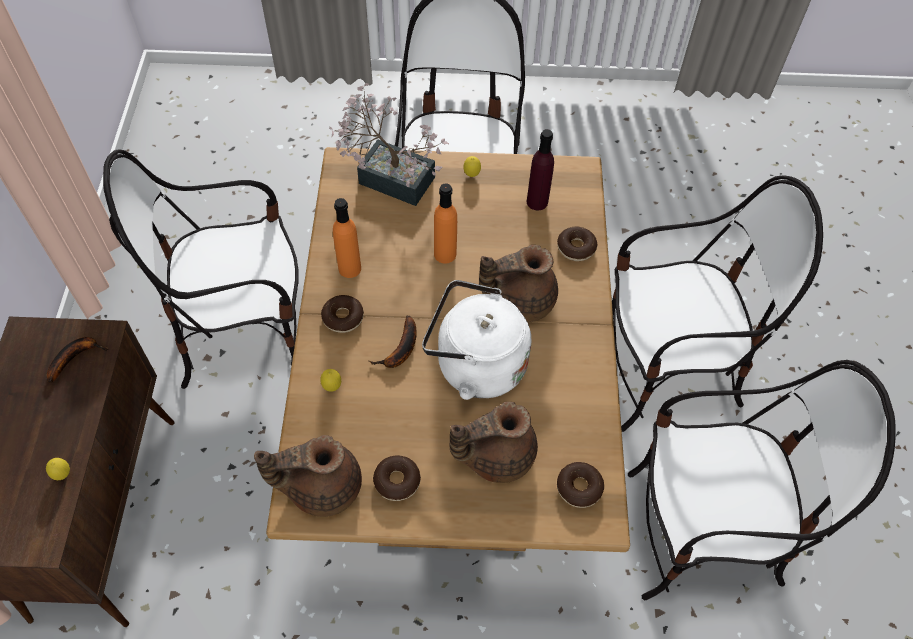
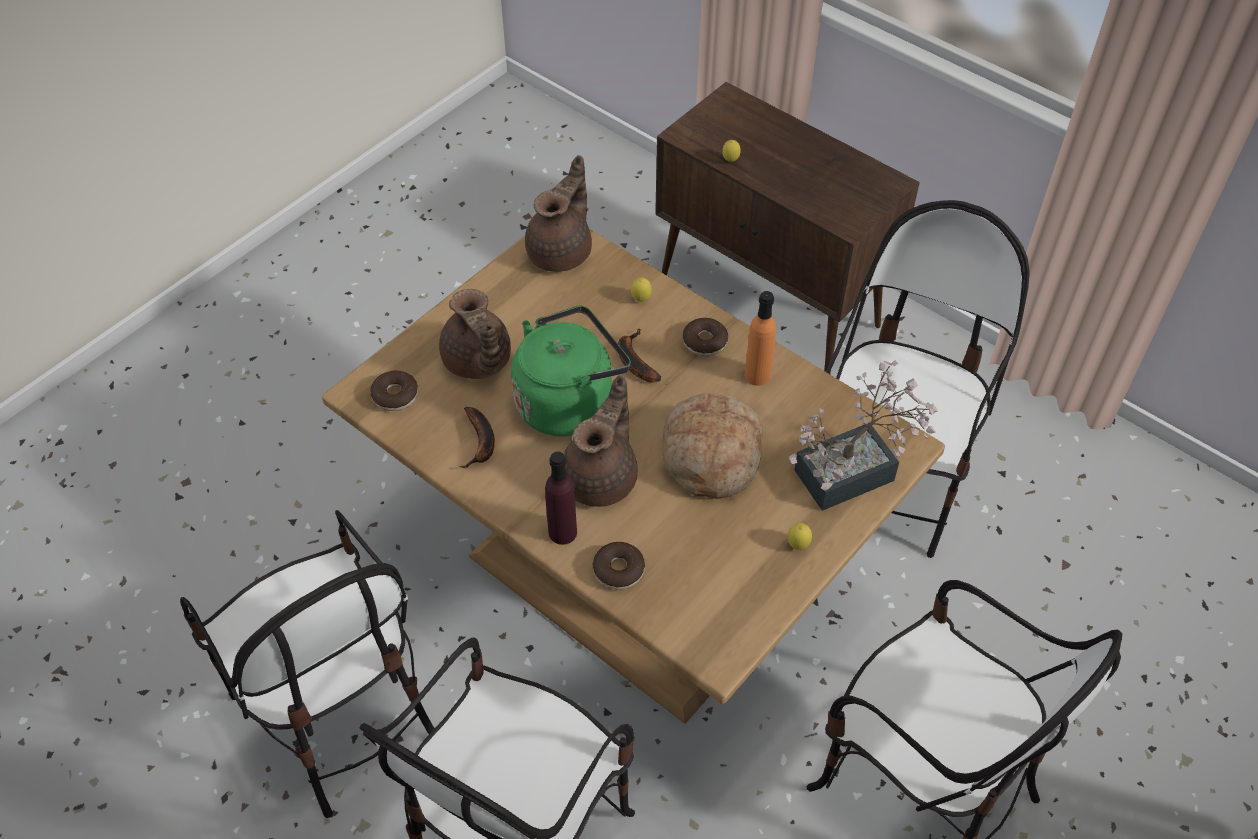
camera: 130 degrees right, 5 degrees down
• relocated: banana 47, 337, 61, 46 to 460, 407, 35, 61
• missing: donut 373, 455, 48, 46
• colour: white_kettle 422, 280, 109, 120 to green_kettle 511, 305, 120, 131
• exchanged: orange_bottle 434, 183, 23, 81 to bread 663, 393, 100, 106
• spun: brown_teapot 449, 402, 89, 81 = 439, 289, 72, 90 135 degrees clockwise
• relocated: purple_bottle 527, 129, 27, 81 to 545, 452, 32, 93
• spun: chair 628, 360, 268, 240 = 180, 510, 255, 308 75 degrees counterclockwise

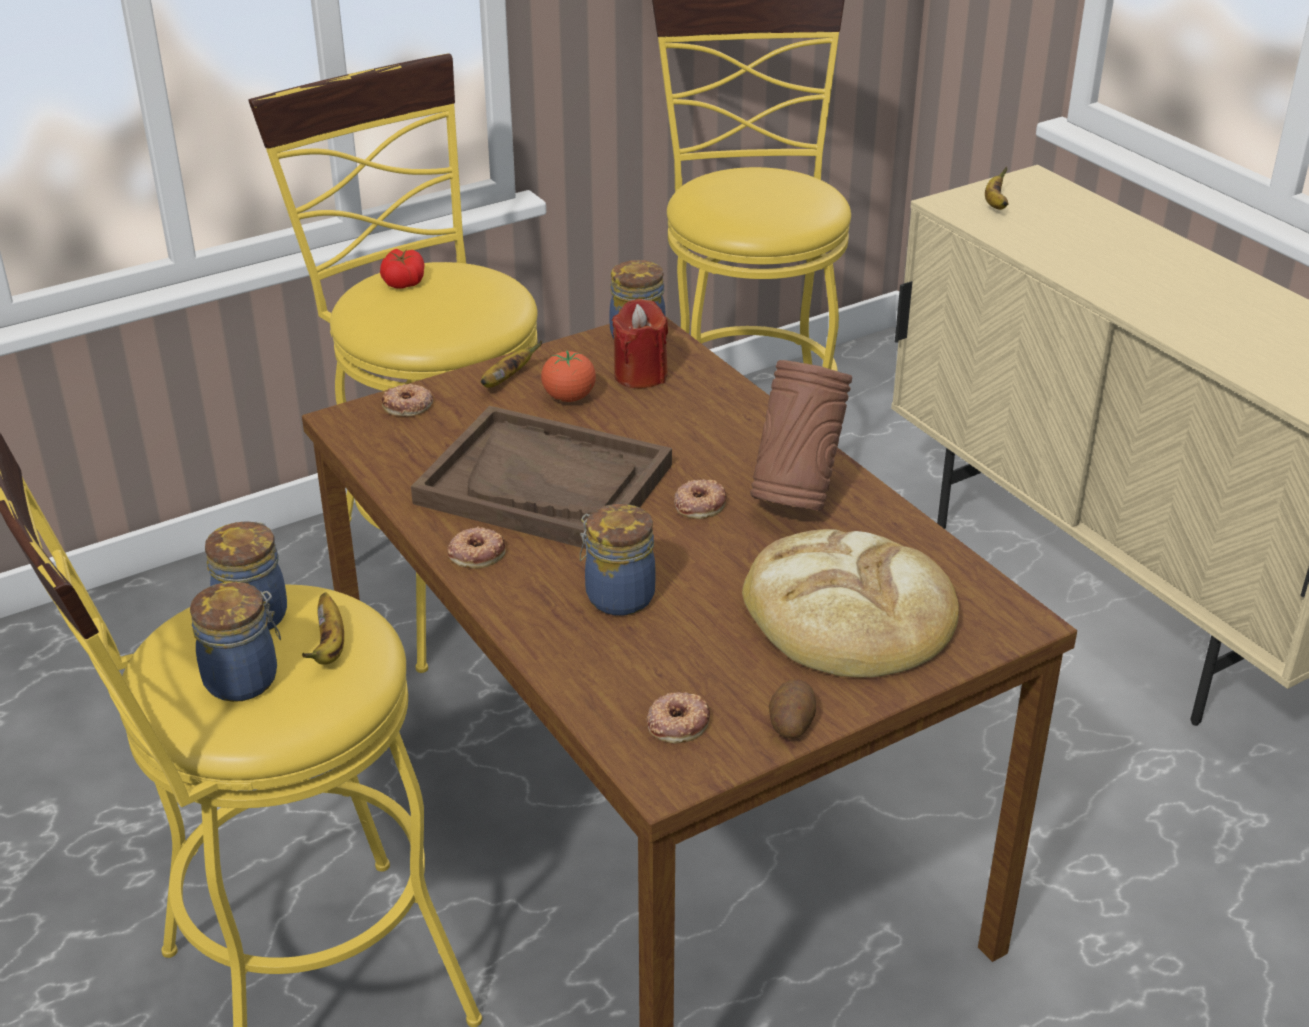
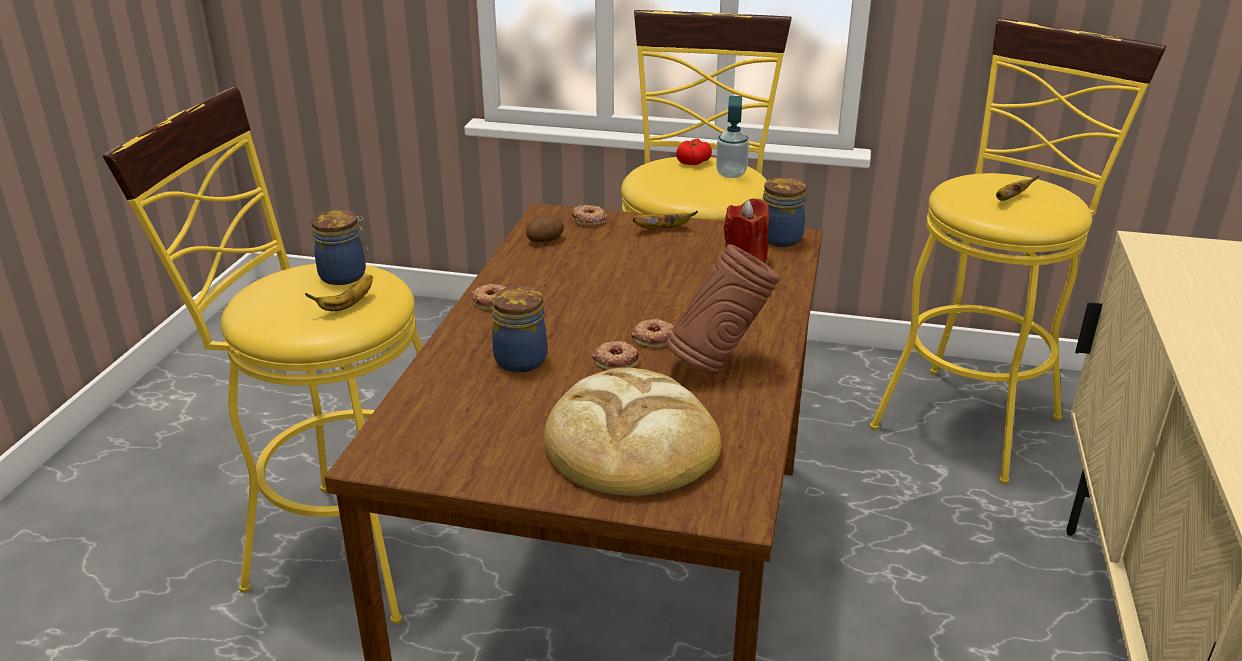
camera: 45 degrees right, 5 degrees down
• missing: jar 190, 582, 91, 120
• missing: brown_tray 411, 406, 261, 143
• missing: tomato 541, 351, 55, 51
• relocated: donut 647, 692, 63, 52 to 592, 340, 47, 30
• relocated: potato 769, 680, 47, 58 to 526, 215, 38, 27
• relocated: banana 985, 167, 24, 43 to 996, 175, 43, 26
• appeared: soap_dispenser 716, 96, 33, 82

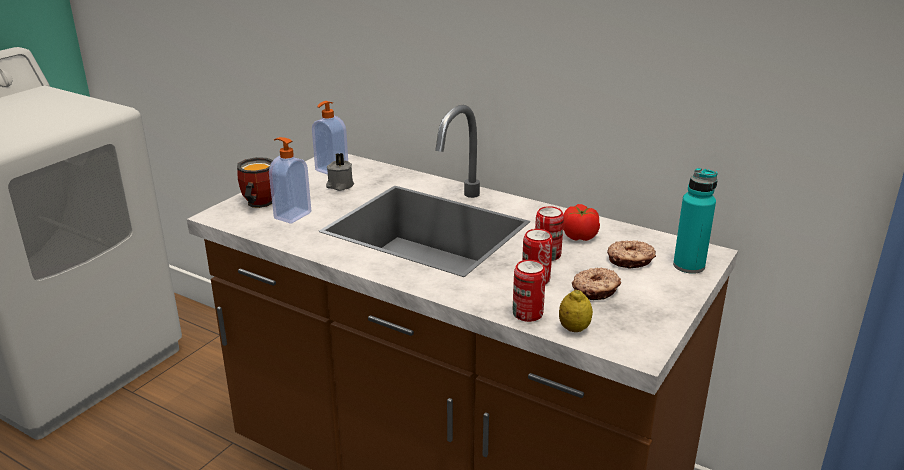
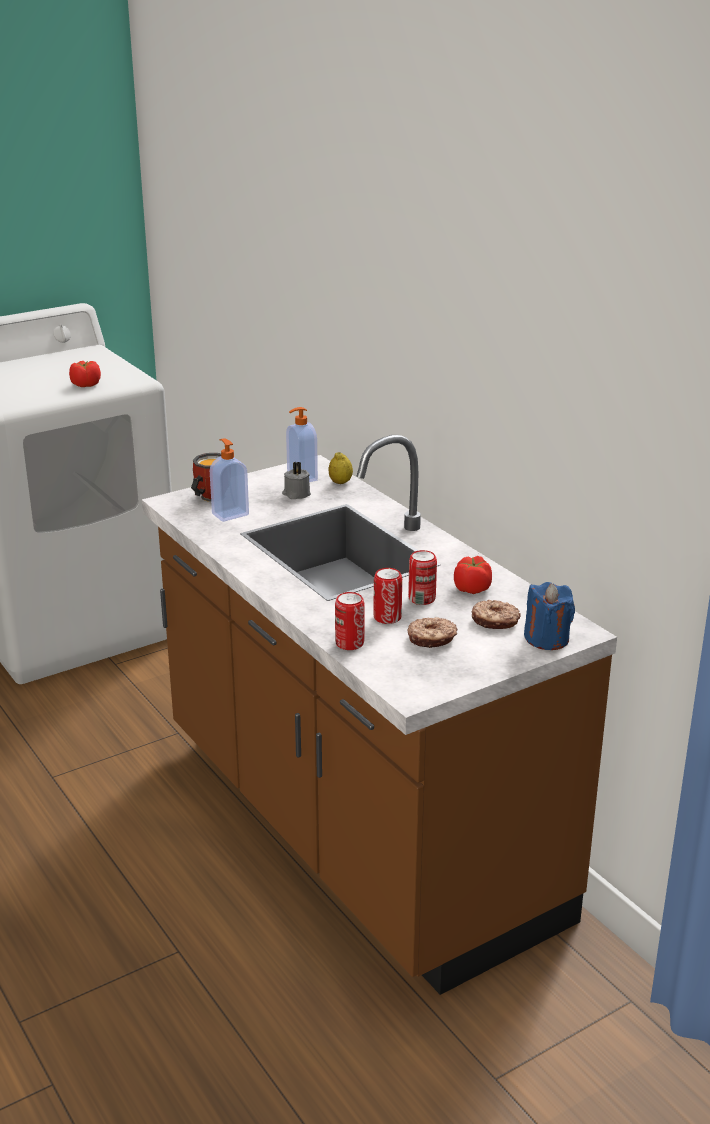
camera: 25 degrees right, 0 degrees up
• relocated: lemon 559, 290, 34, 42 to 328, 452, 25, 32
• exchanged: turquoise_bottle 673, 168, 44, 106 to blue_candle 524, 582, 51, 68
• appeared: tomato 69, 361, 32, 26

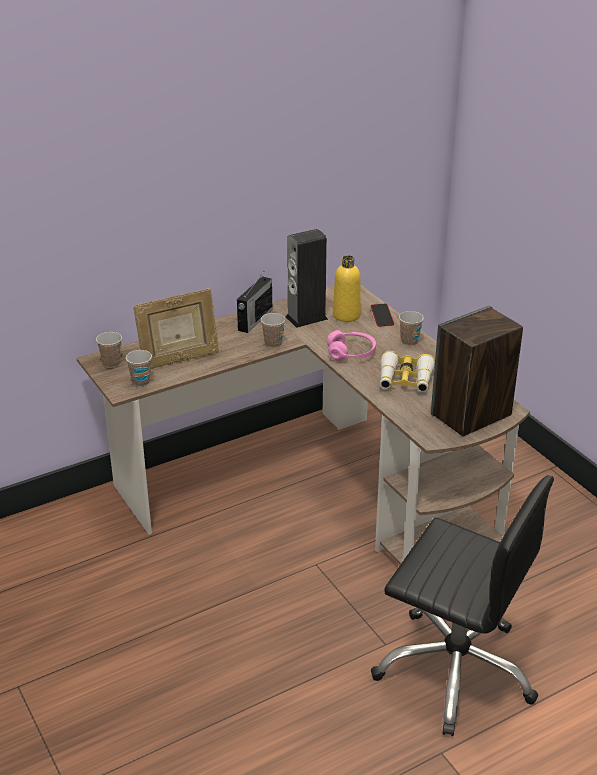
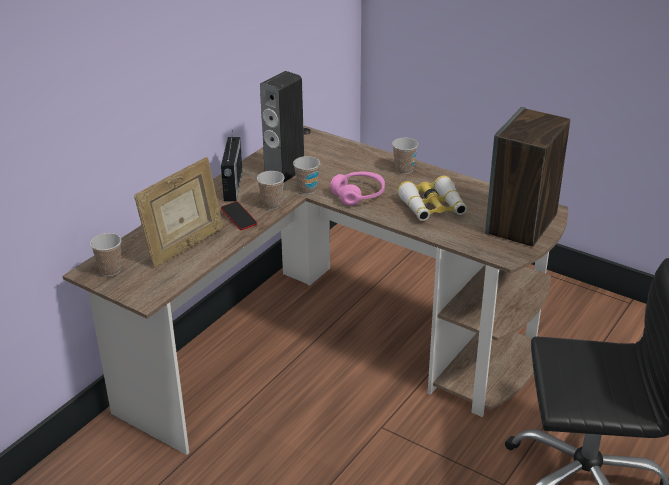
camera: 25 degrees left, 0 degrees up
• relocated: cup 126, 350, 26, 37 to 293, 156, 27, 38
• missing: yellow_bottle 333, 255, 28, 67
• relocated: phone 371, 304, 23, 23 to 221, 201, 36, 29

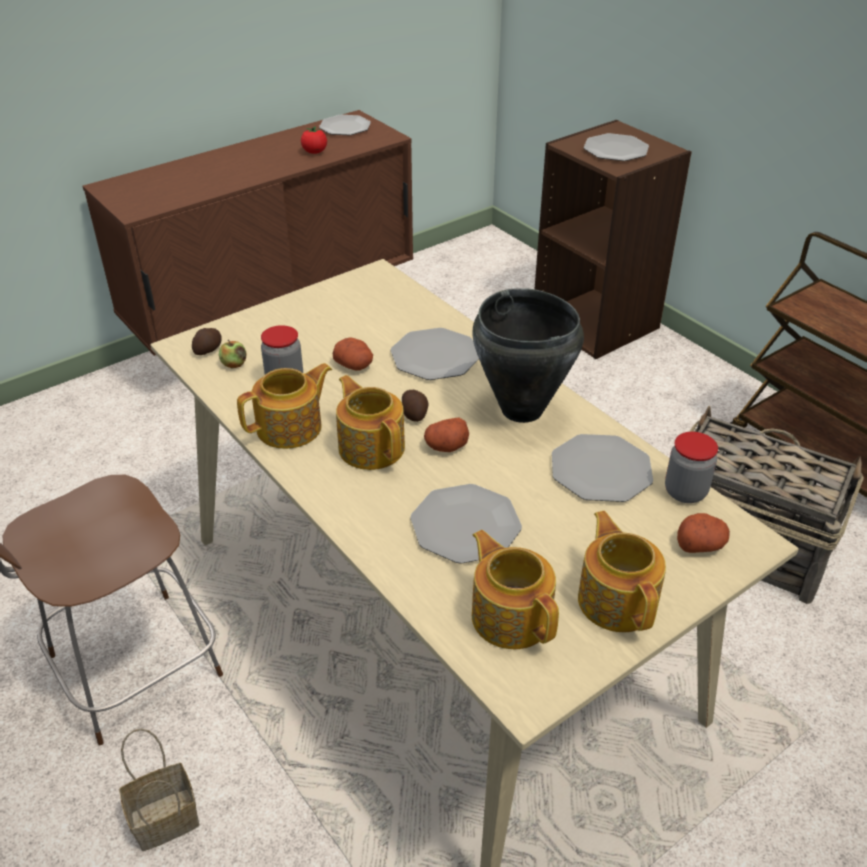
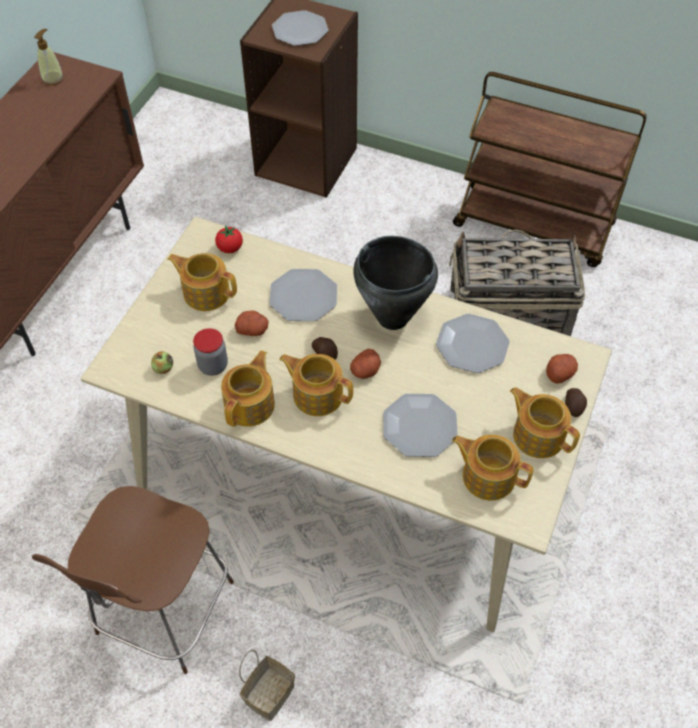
camera: 30 degrees left, 15 degrees up
• relocated: potato 192, 328, 30, 27 to 565, 388, 22, 29
• relocated: tomato 301, 126, 26, 28 to 215, 225, 28, 28
• exchanged: plate 319, 115, 52, 20 to soap_dispenser 34, 29, 30, 56
• missing: jar 665, 432, 53, 71
• appeared: teapot 168, 253, 69, 58

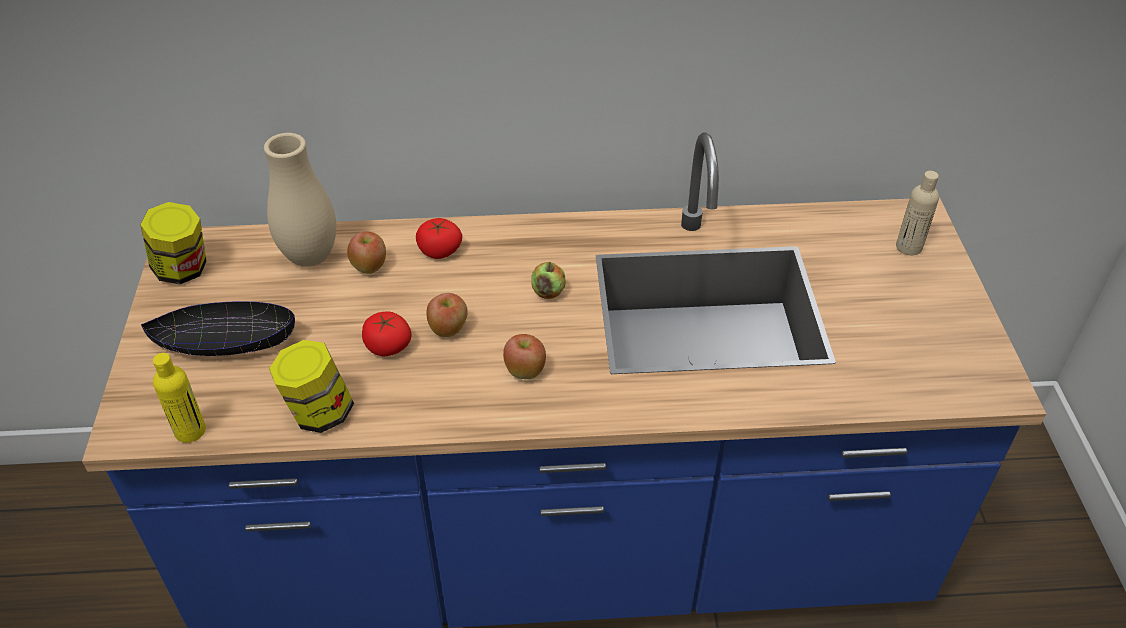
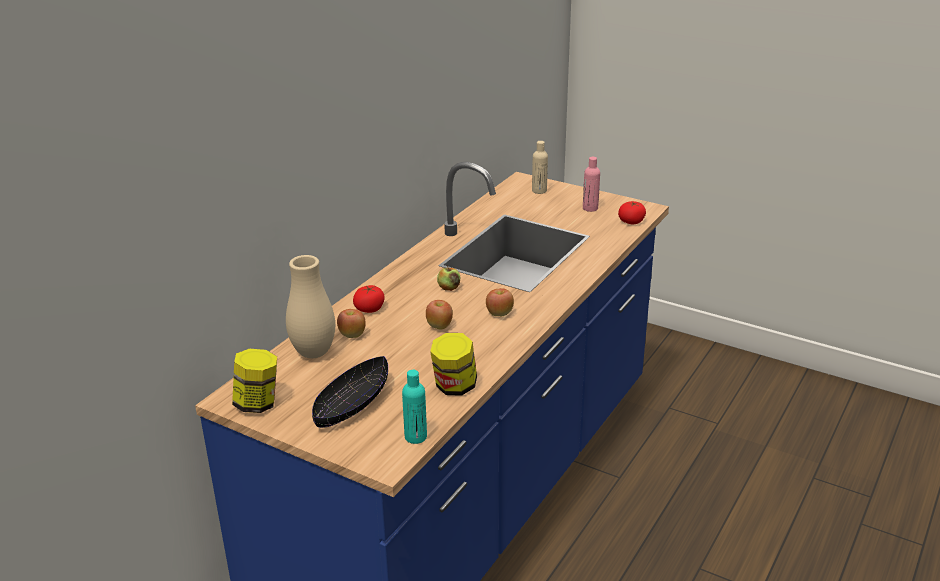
camera: 55 degrees left, 15 degrees down
• colour: yellow_bottle 153, 353, 53, 90 to turquoise_bottle 402, 370, 25, 74
• relocated: tomato 362, 312, 49, 44 to 618, 201, 28, 23
• appeared: pink_bottle 583, 157, 17, 55

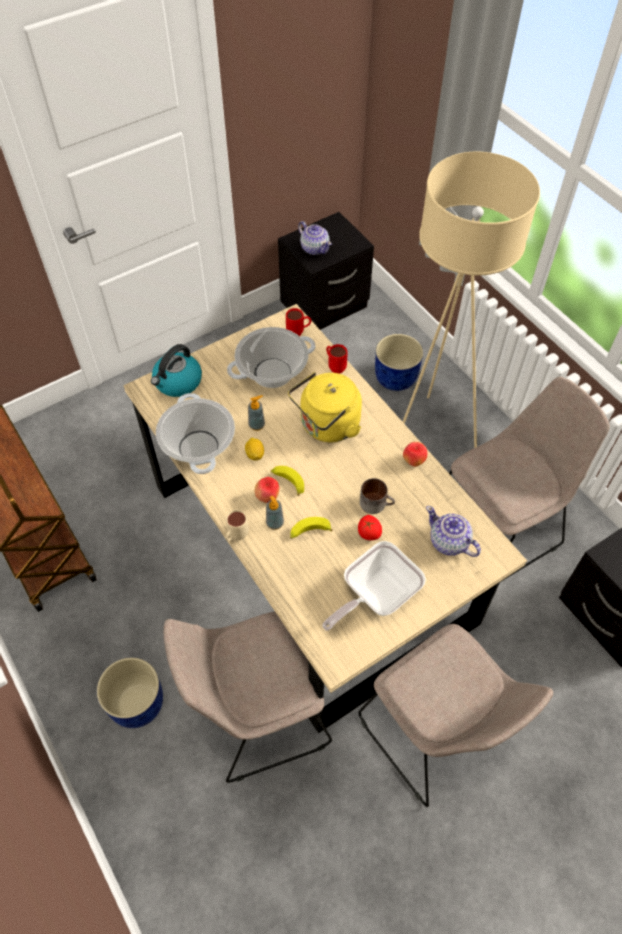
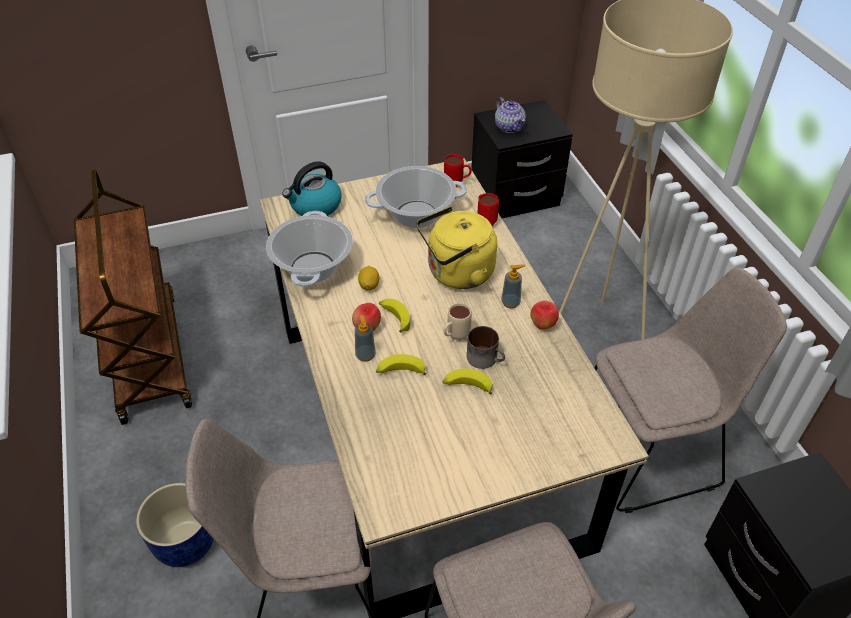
camera: 15 degrees right, 10 degrees down
• relocated: beige_mug 226, 510, 23, 31 to 444, 303, 28, 38
• relocated: soap_dispenser 248, 395, 17, 36 to 501, 265, 24, 44
• missing: frying_pan 322, 541, 104, 90
• exchanged: tomato 358, 515, 24, 25 to banana 442, 369, 50, 25
• missing: blue_planter 375, 334, 48, 57
• missing: teapot 426, 506, 55, 51

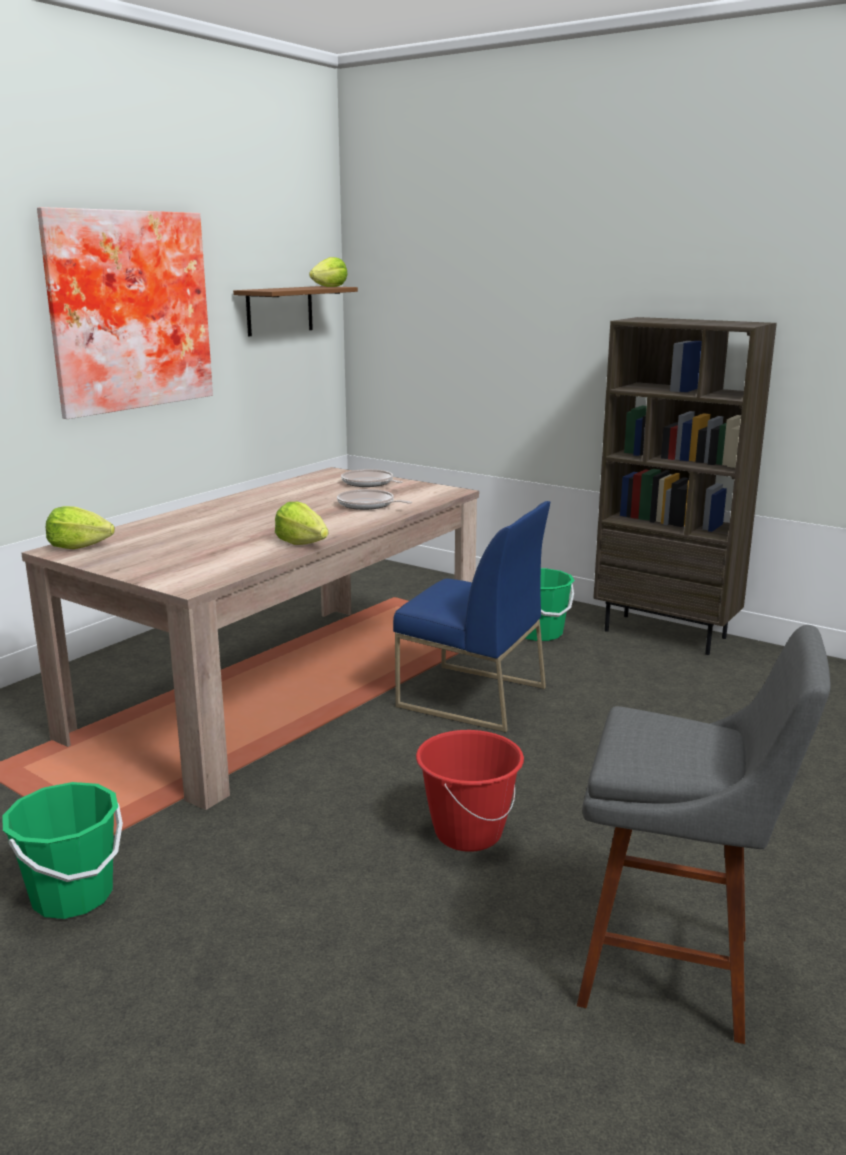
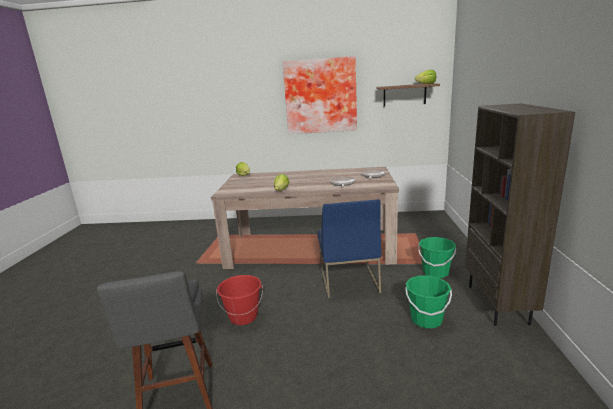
camera: 60 degrees right, 0 degrees up
• relocated: green_bucket 3, 782, 120, 137 to 405, 276, 47, 52

